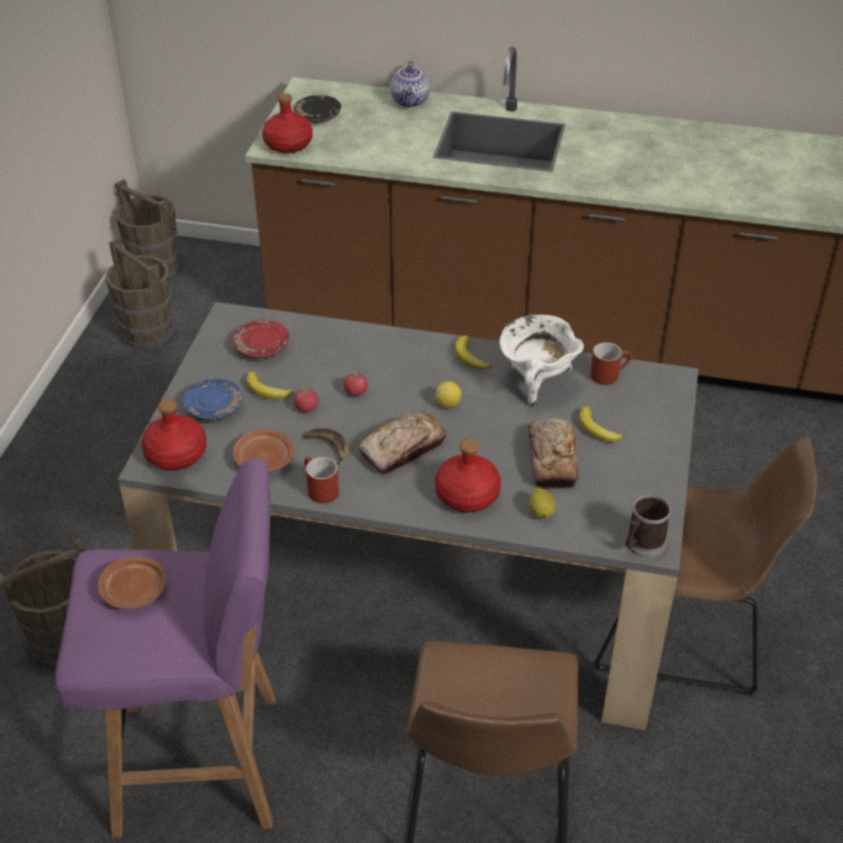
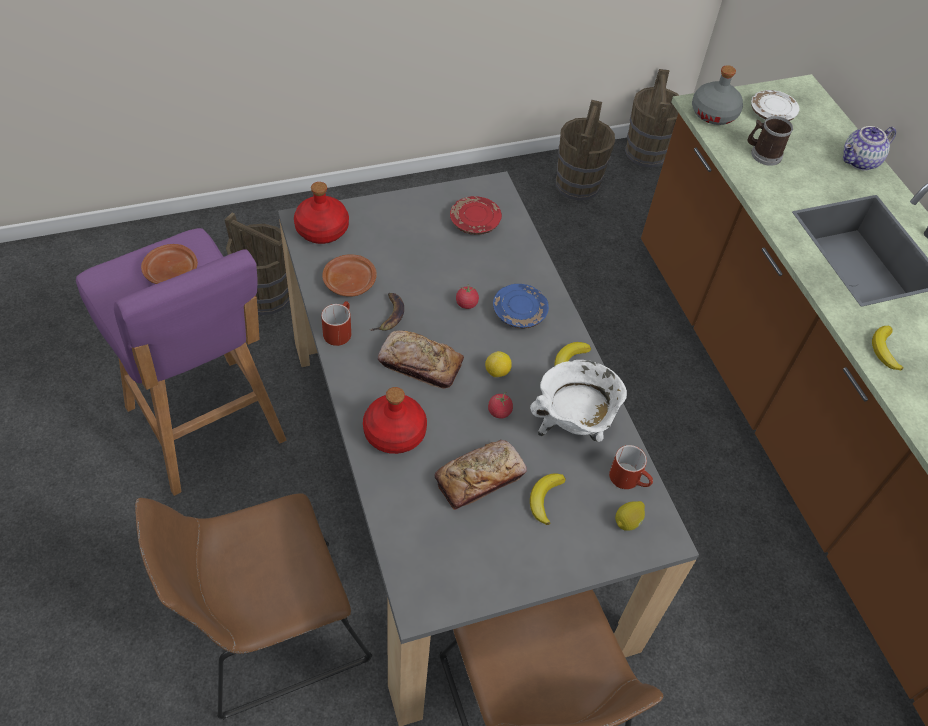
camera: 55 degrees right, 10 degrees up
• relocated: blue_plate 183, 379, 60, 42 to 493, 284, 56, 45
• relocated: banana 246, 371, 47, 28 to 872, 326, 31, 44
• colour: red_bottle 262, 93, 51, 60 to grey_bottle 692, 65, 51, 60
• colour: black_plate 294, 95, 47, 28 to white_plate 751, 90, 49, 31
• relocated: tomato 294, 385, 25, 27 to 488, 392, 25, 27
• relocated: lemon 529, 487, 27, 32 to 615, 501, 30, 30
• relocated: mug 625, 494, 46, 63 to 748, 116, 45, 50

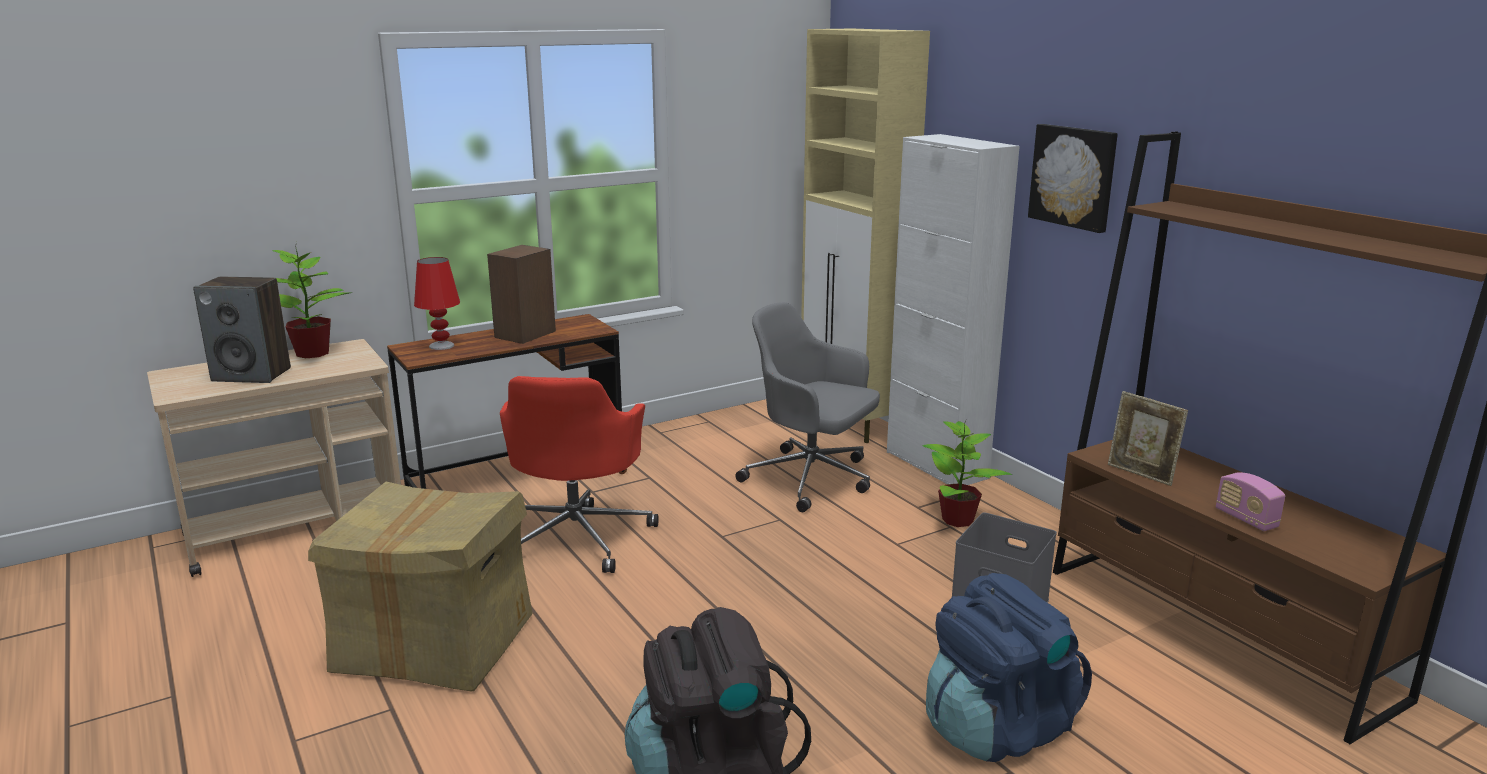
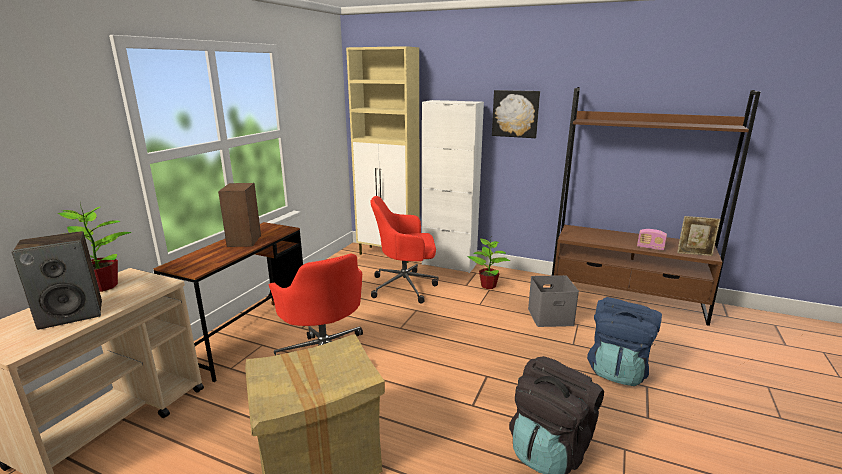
camera: 35 degrees left, 0 degrees up
• missing: red_table_lamp 414, 257, 46, 93
• colour: grey_office_chair 735, 302, 145, 210 to red_office_chair 370, 196, 68, 108
• relocated: picture_frame 1108, 391, 80, 95 to 677, 216, 44, 40

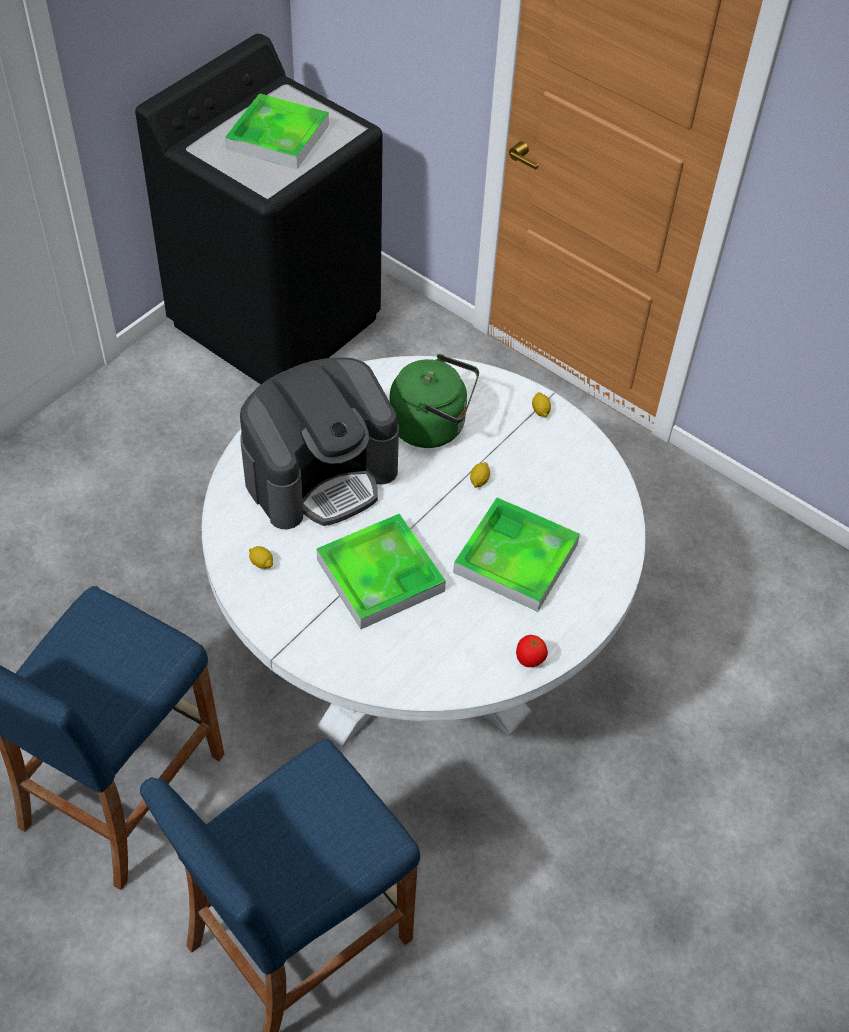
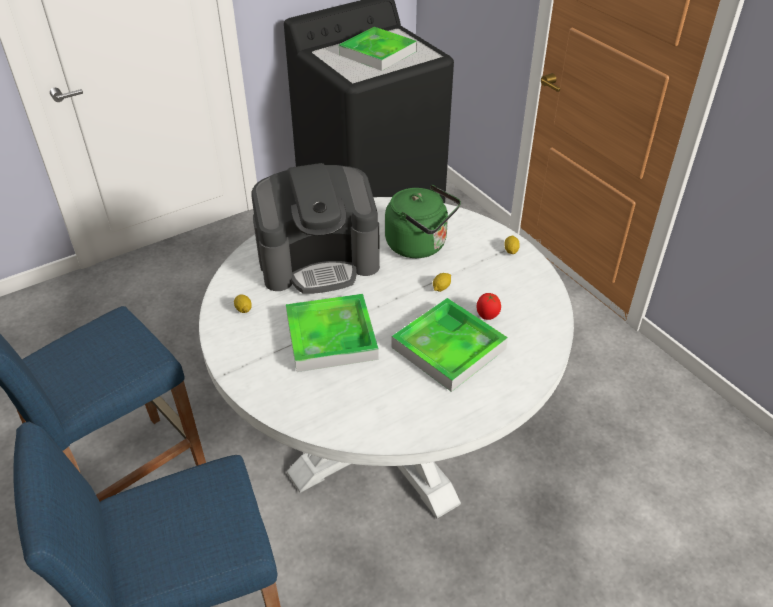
camera: 20 degrees right, 10 degrees down
• relocated: tomato 516, 635, 32, 32 to 476, 293, 25, 27

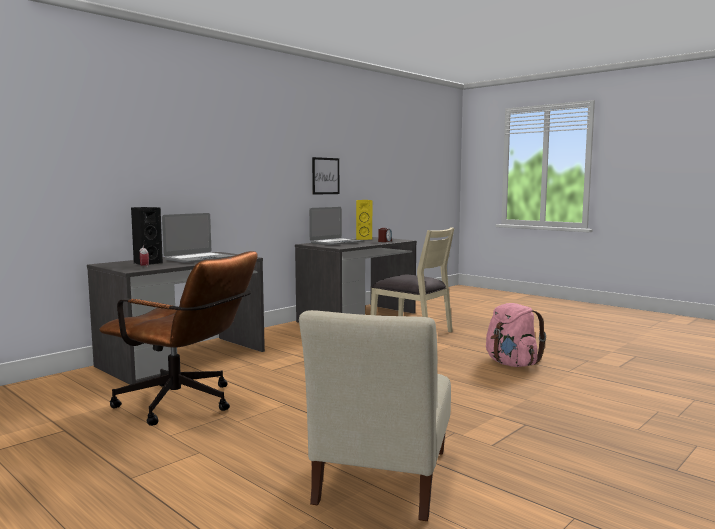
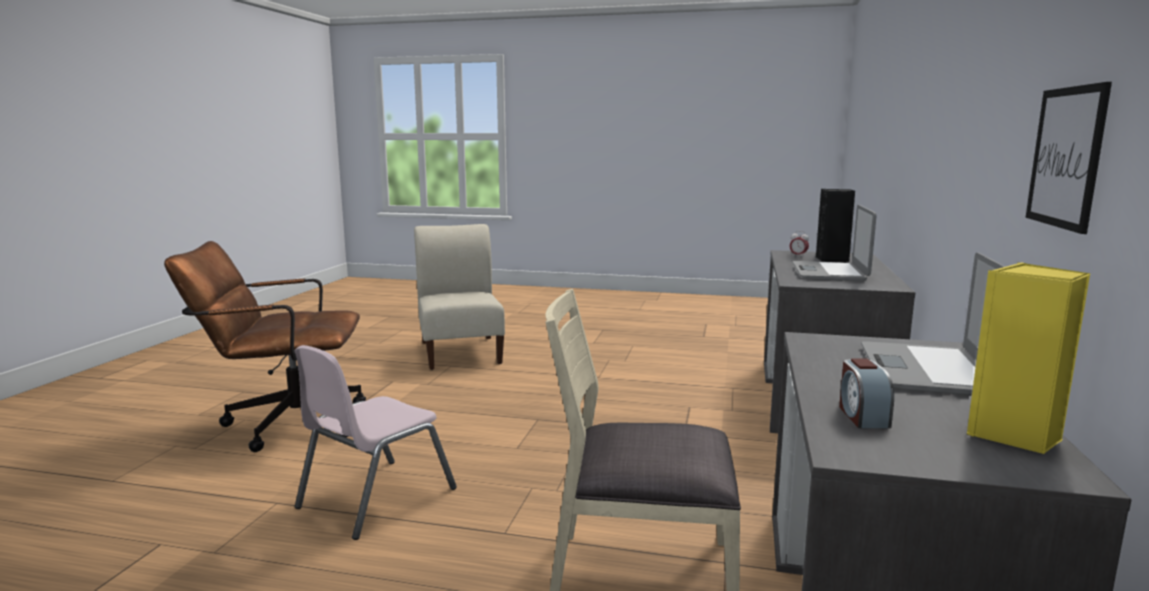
camera: 150 degrees right, 5 degrees up
• relocated: brown_office_chair 99, 251, 159, 175 to 164, 241, 202, 211
• exchanged: pink_backpack 486, 303, 60, 64 to pink_chair 294, 345, 163, 195

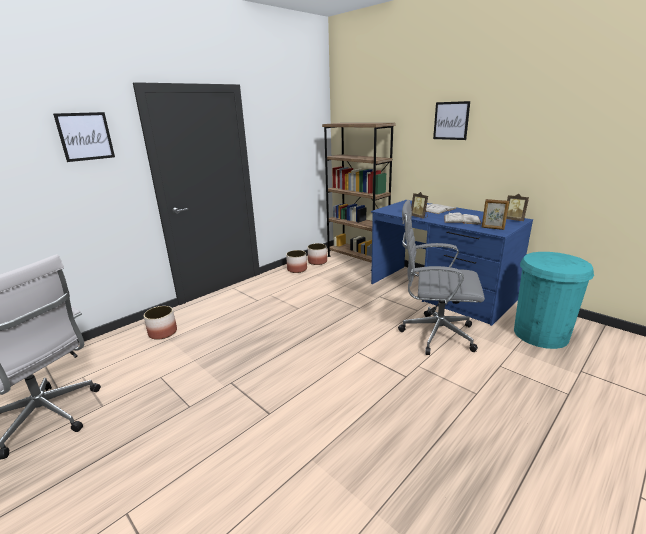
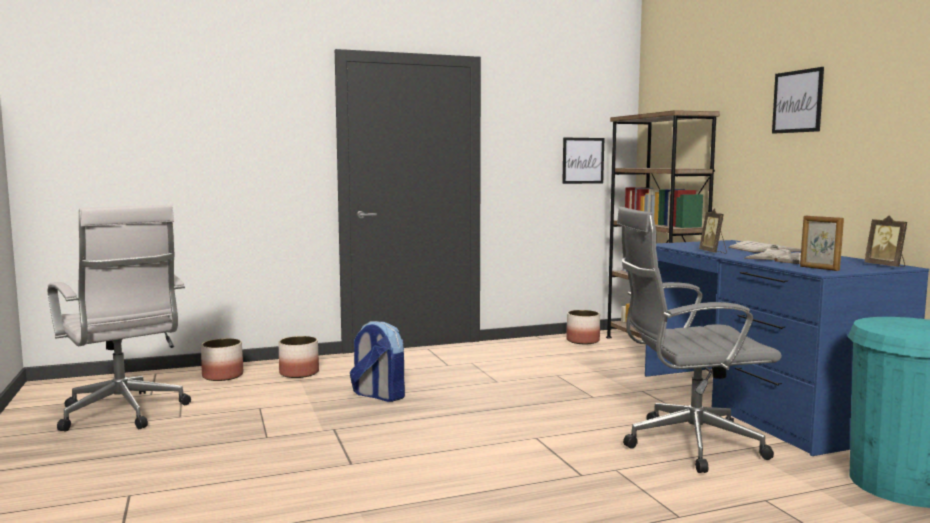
camera: 25 degrees right, 15 degrees down
• relocated: picture 53, 112, 62, 50 to 562, 138, 42, 46
• relocated: planter 286, 250, 21, 23 to 201, 338, 42, 43
• spun: grey_office_chair 398, 200, 87, 155 = 617, 207, 165, 266 45 degrees counterclockwise
• appeared: backpack 350, 321, 55, 81

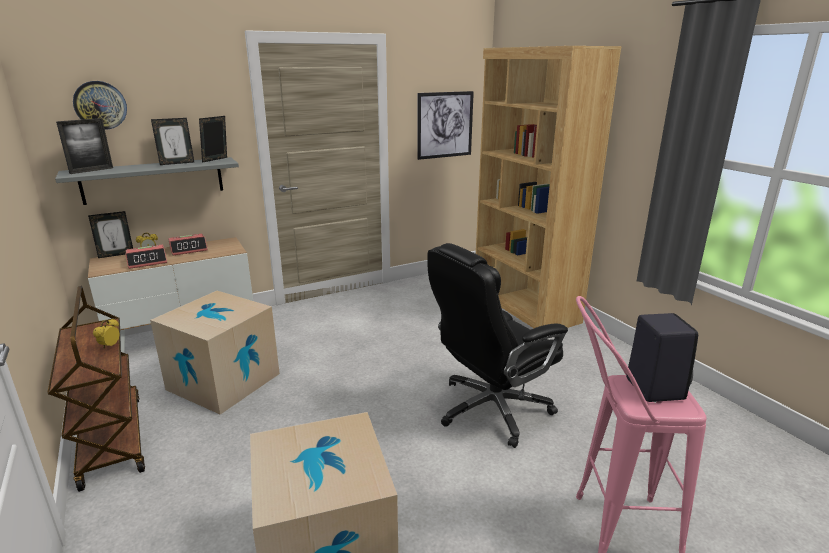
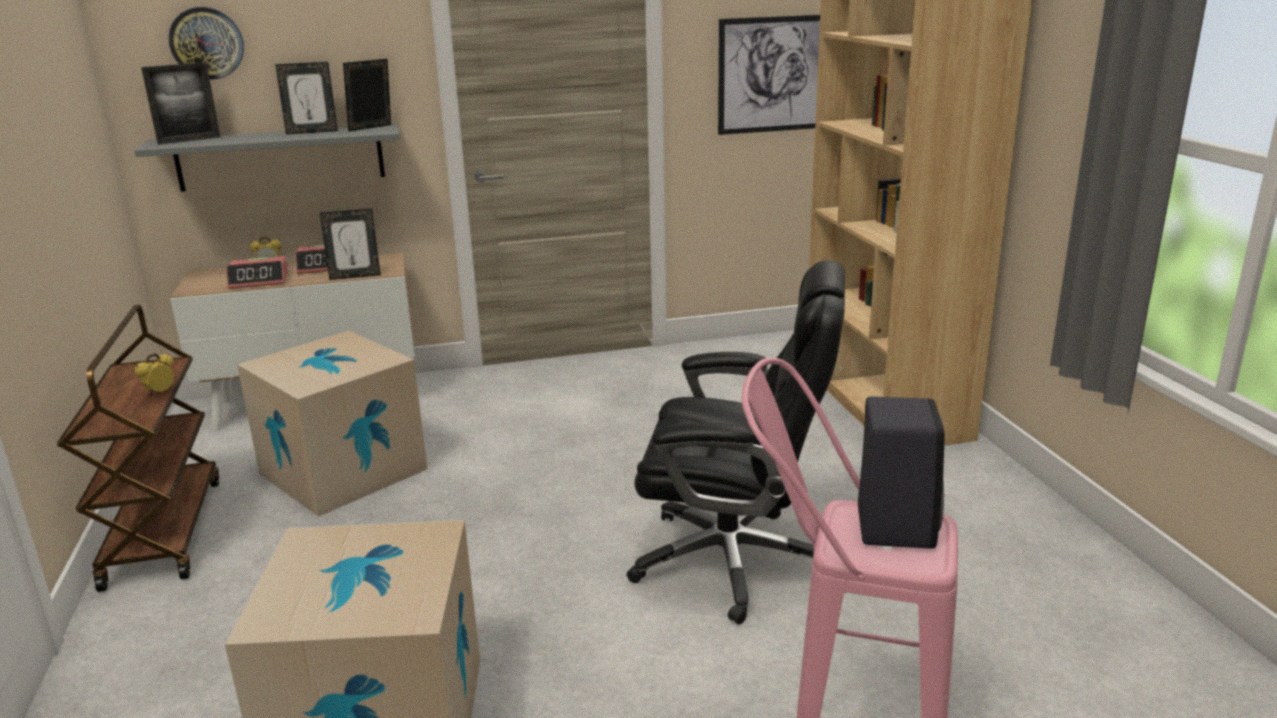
camera: 15 degrees right, 0 degrees up
• relocated: picture_frame 88, 211, 45, 47 to 320, 209, 61, 71
• spun: black_office_chair 427, 243, 141, 205 = 627, 260, 218, 364 150 degrees counterclockwise

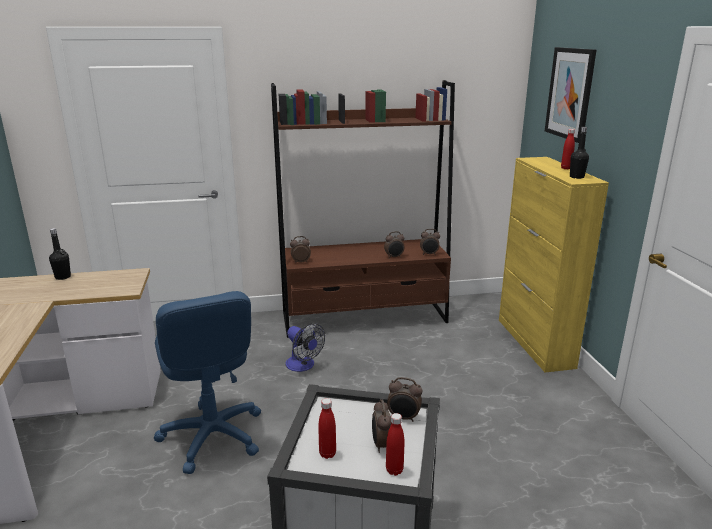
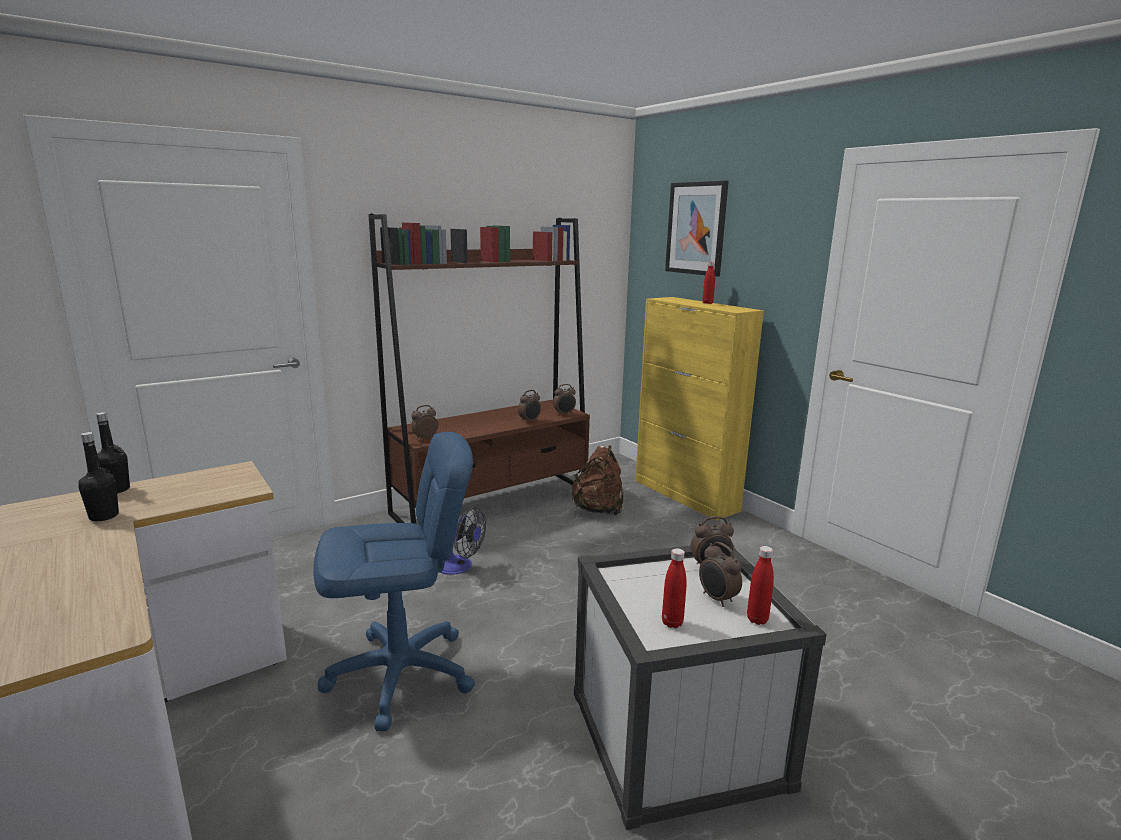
camera: 25 degrees left, 5 degrees down
• spun: blue_office_chair 154, 291, 107, 183 = 313, 432, 162, 299 60 degrees counterclockwise
• relocated: black_bottle 570, 127, 19, 52 to 78, 432, 41, 89
• appeared: brown_backpack 572, 445, 51, 71

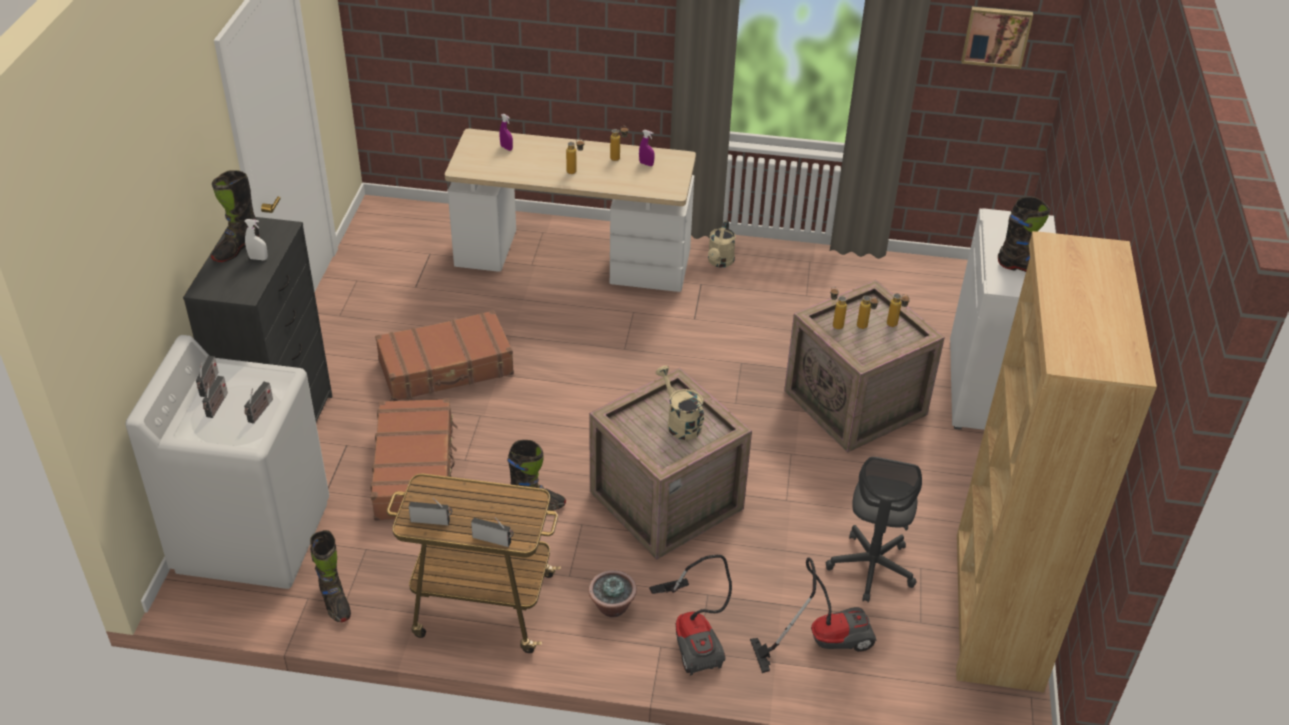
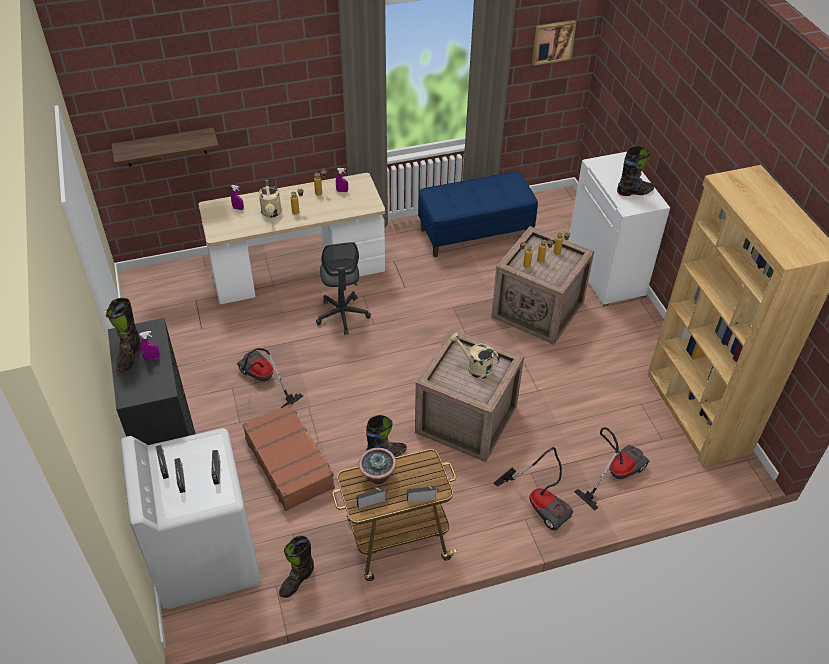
camera: 25 degrees left, 5 degrees up
• colour: white_spray_bottle 244, 219, 24, 41 to purple_spray_bottle 140, 331, 20, 30
• spun: black_boot 310, 530, 41, 92 = 279, 536, 35, 62 90 degrees clockwise
• exchanged: brown_suitcase 375, 310, 139, 91 to vacuum_cleaner 237, 348, 66, 60
• relocated: potted_plant 588, 570, 49, 47 to 359, 448, 37, 36
• relocated: beige_watering_can 708, 221, 28, 46 to 259, 180, 23, 38
• relocated: grey_office_chair 826, 457, 96, 146 to 316, 242, 55, 93
• appeared: shelf 111, 127, 108, 40
• appeared: blue_bench 418, 171, 120, 86

